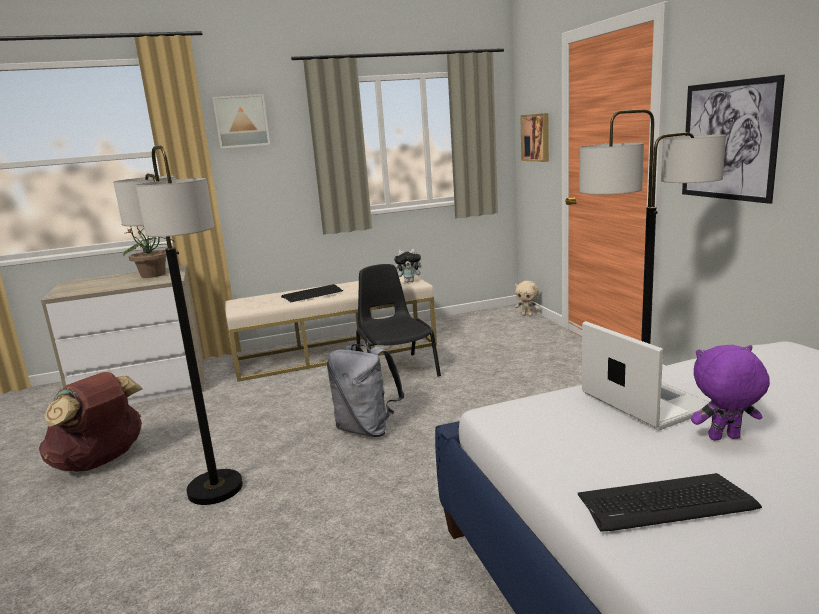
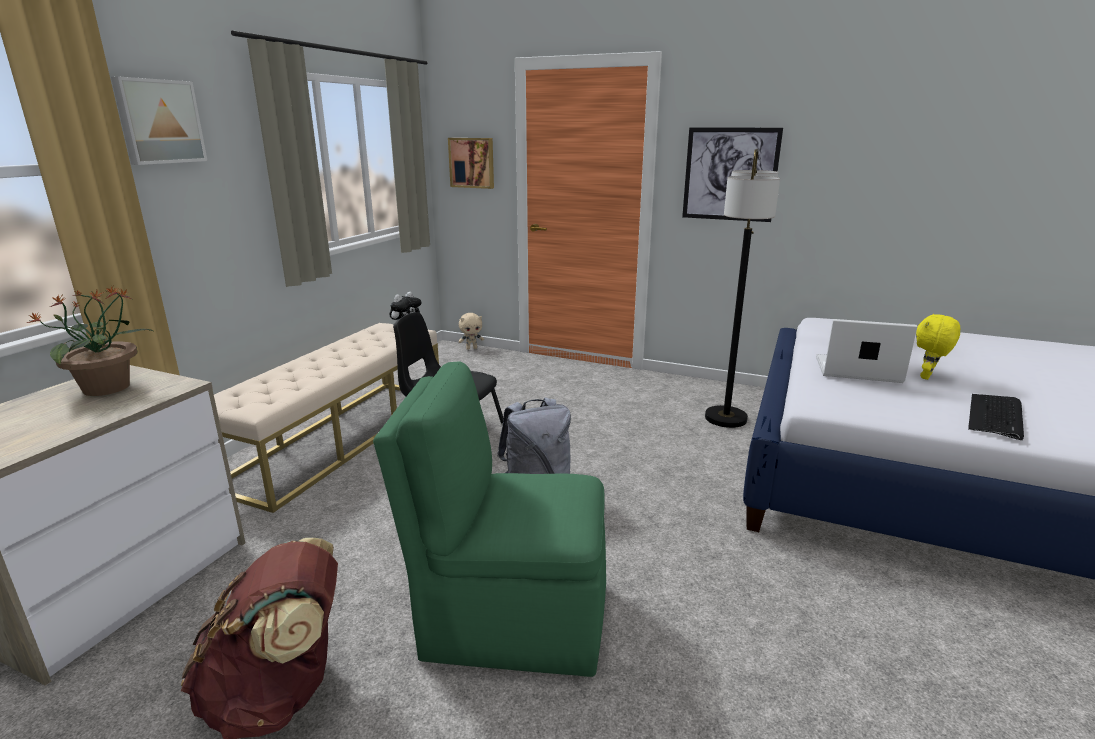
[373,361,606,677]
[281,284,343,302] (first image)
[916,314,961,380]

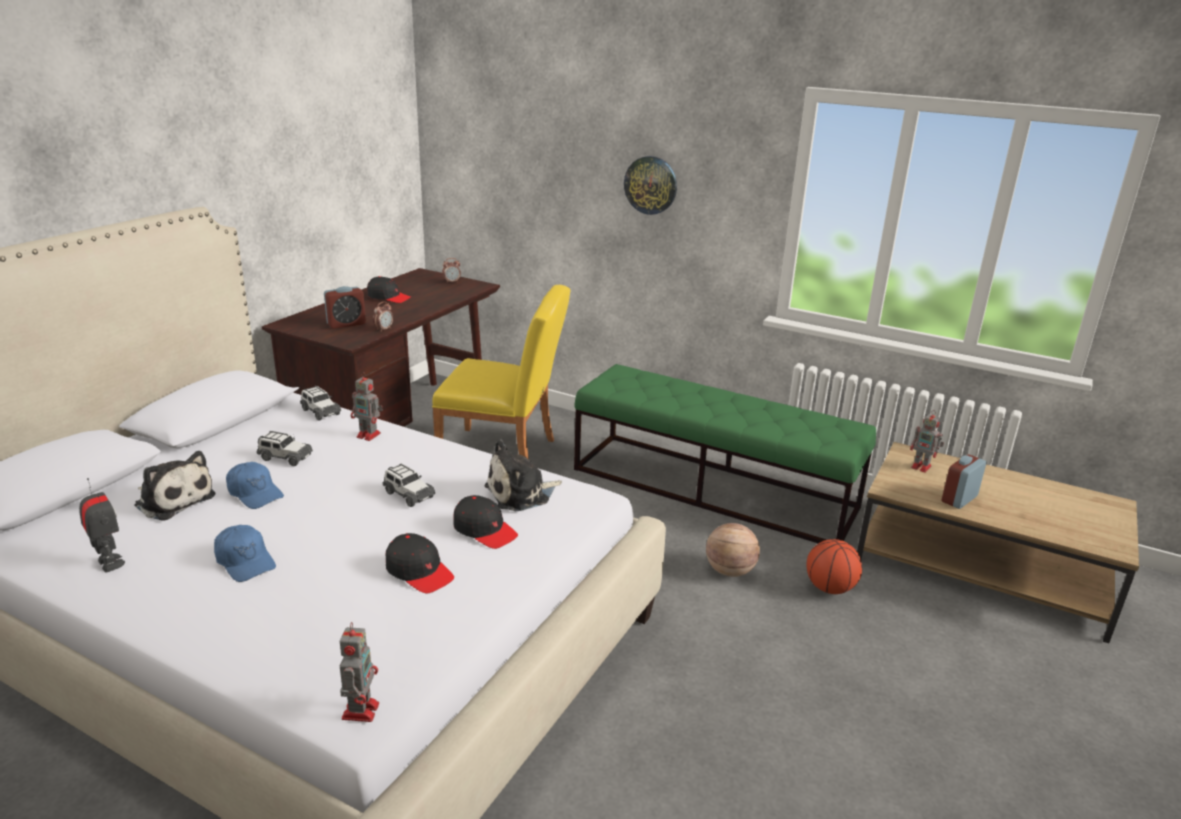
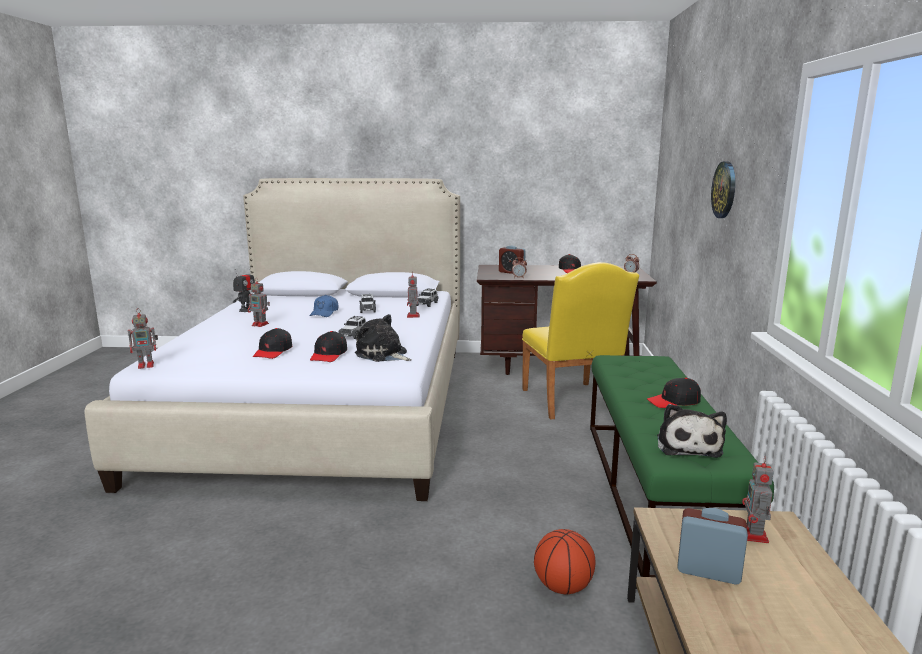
[657,404,727,458]
[248,278,270,327]
[706,523,760,577] (first image)
[647,378,701,408]

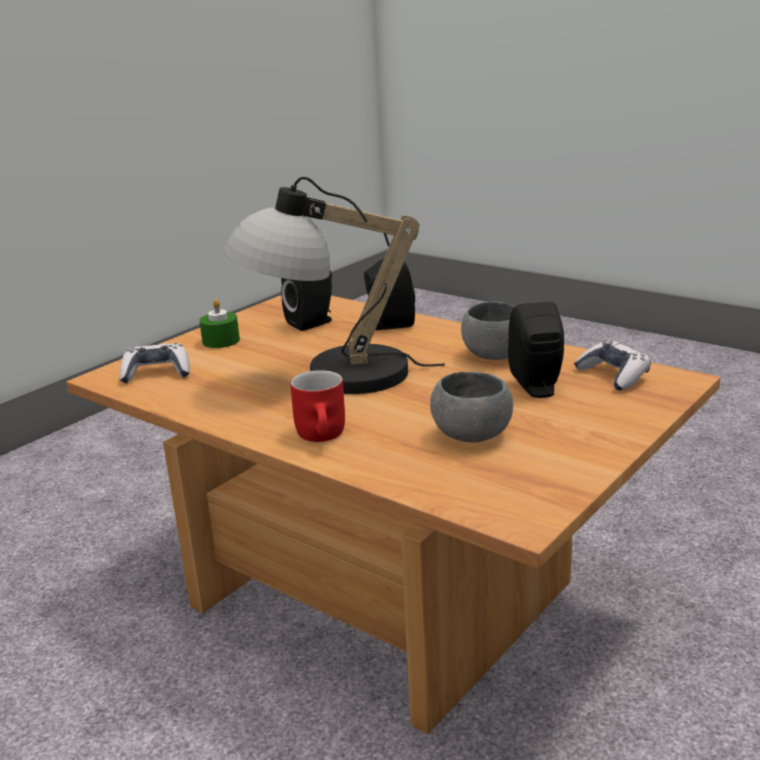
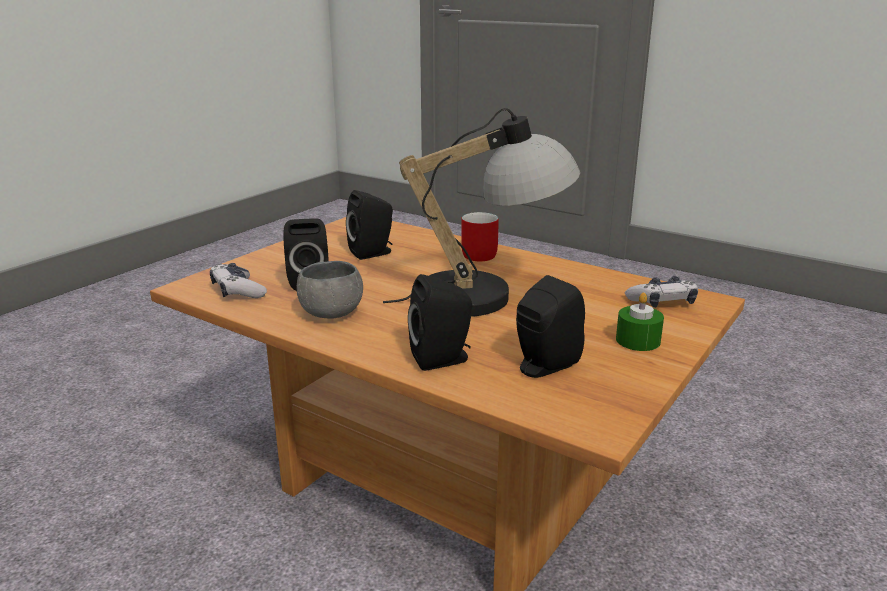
[346,190,393,260]

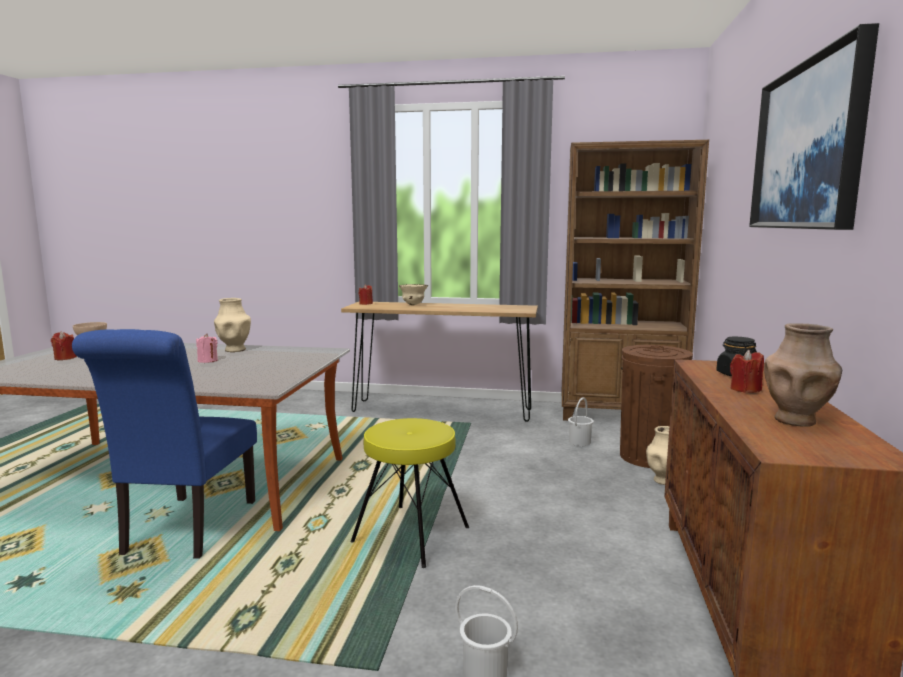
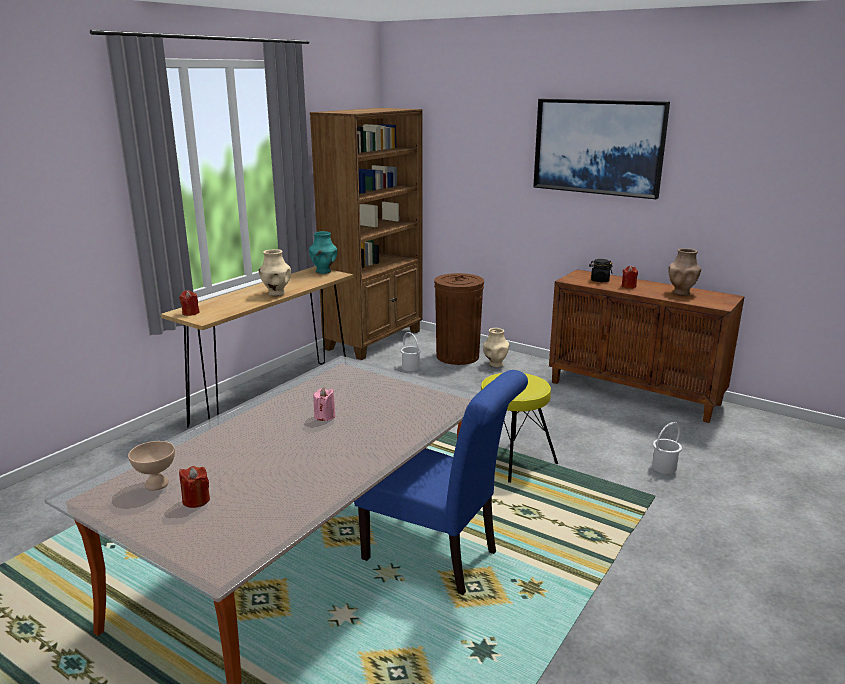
[259,249,291,296]
[399,284,428,305] (first image)
[309,231,337,274]

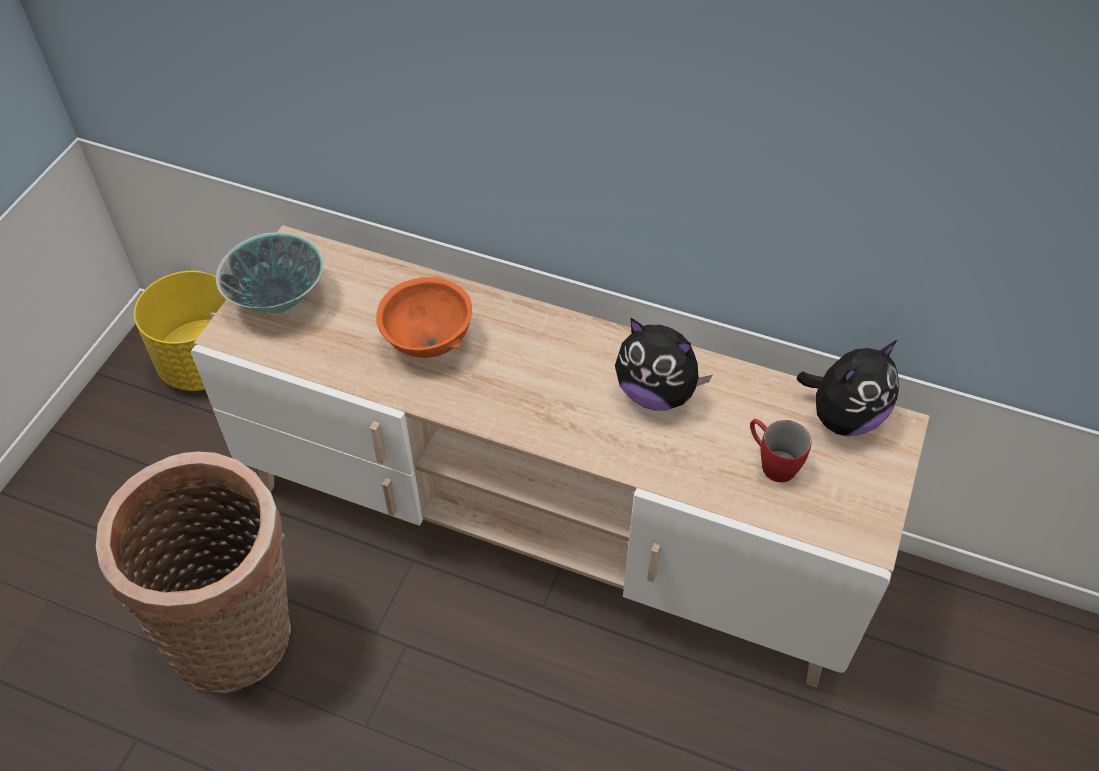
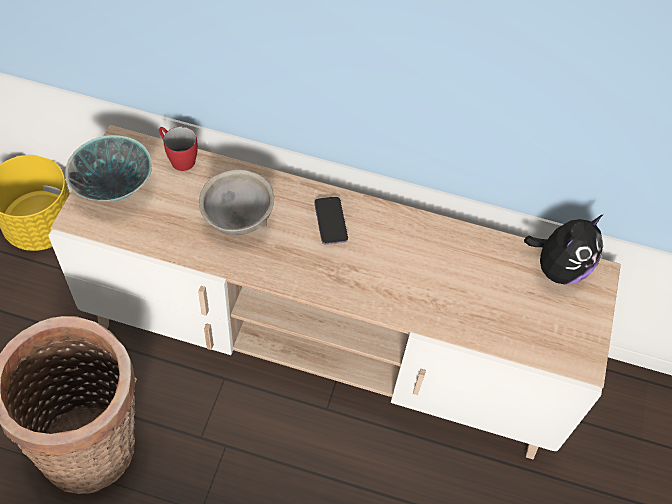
[199,169,274,235]
[615,318,713,411] (first image)
[159,127,198,171]
[314,197,348,245]

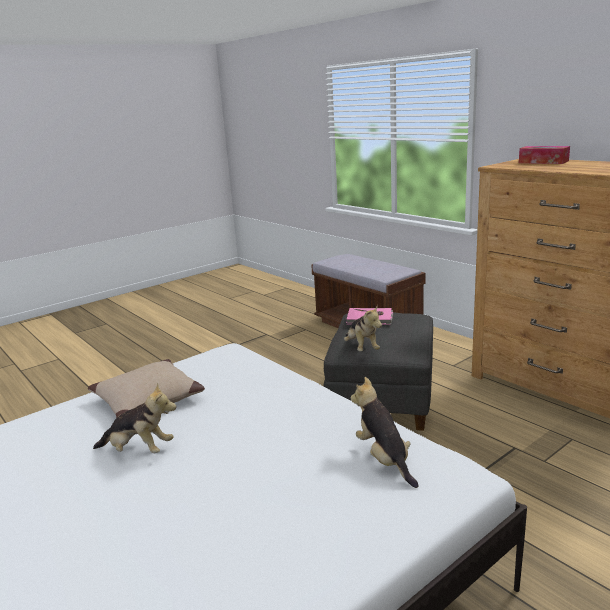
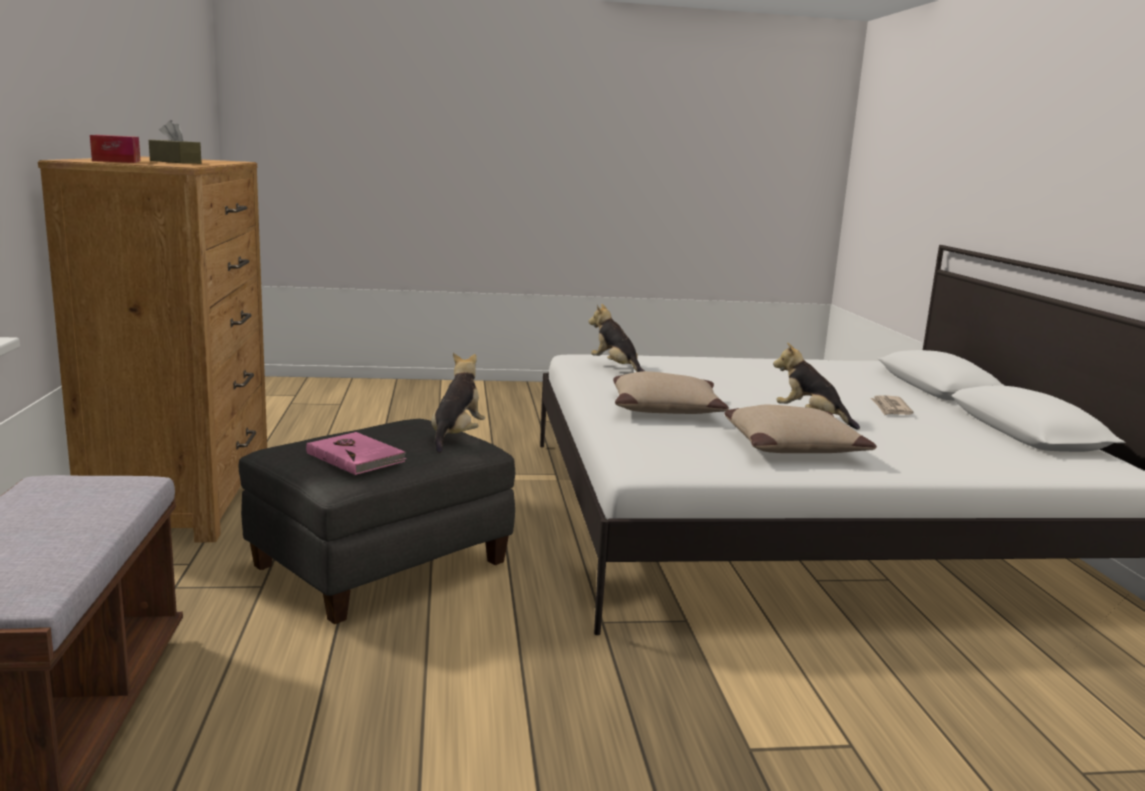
[589,303,644,372]
[149,120,201,164]
[613,371,729,414]
[870,395,914,415]

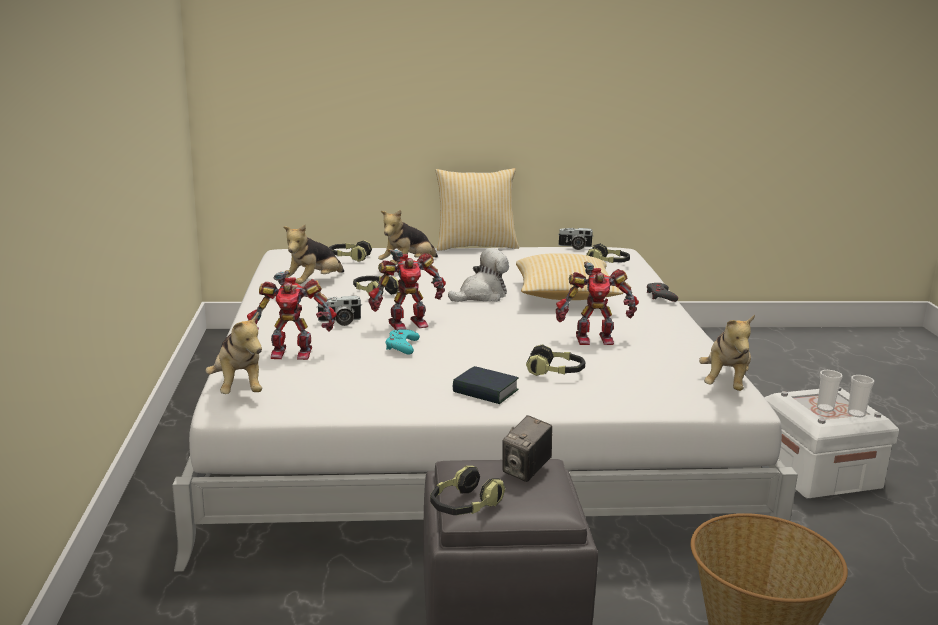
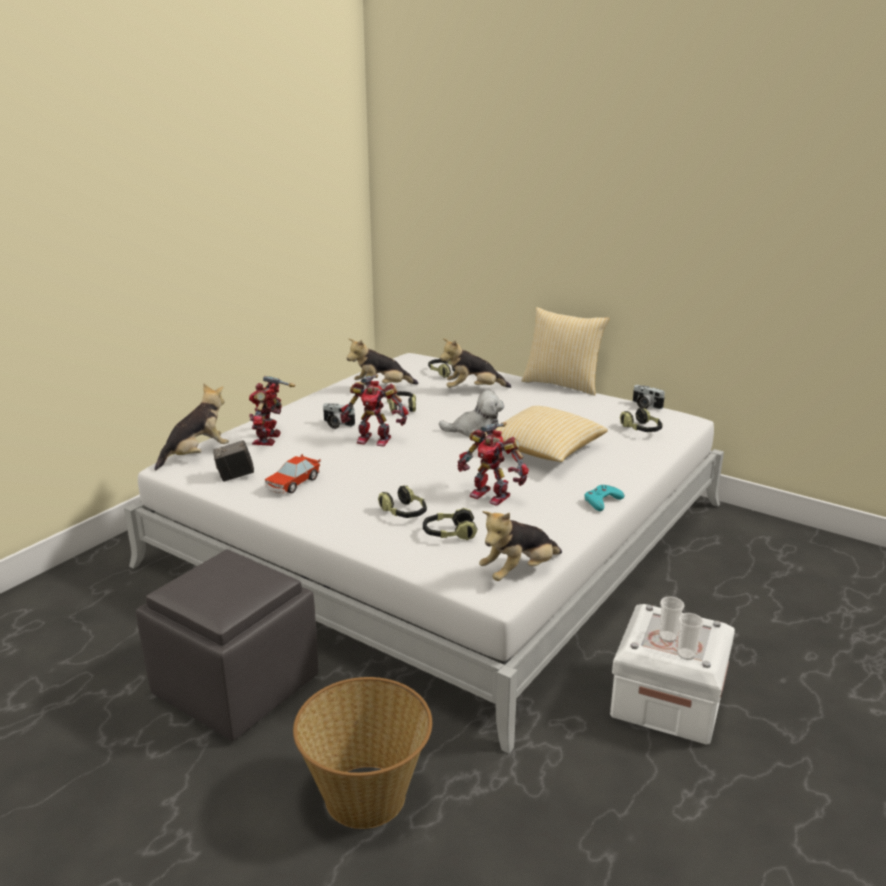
[154,384,229,471]
[249,376,295,446]
[584,485,625,511]
[423,508,477,540]
[453,366,519,404] (first image)
[213,440,254,481]
[647,283,678,302] (first image)
[265,454,321,494]

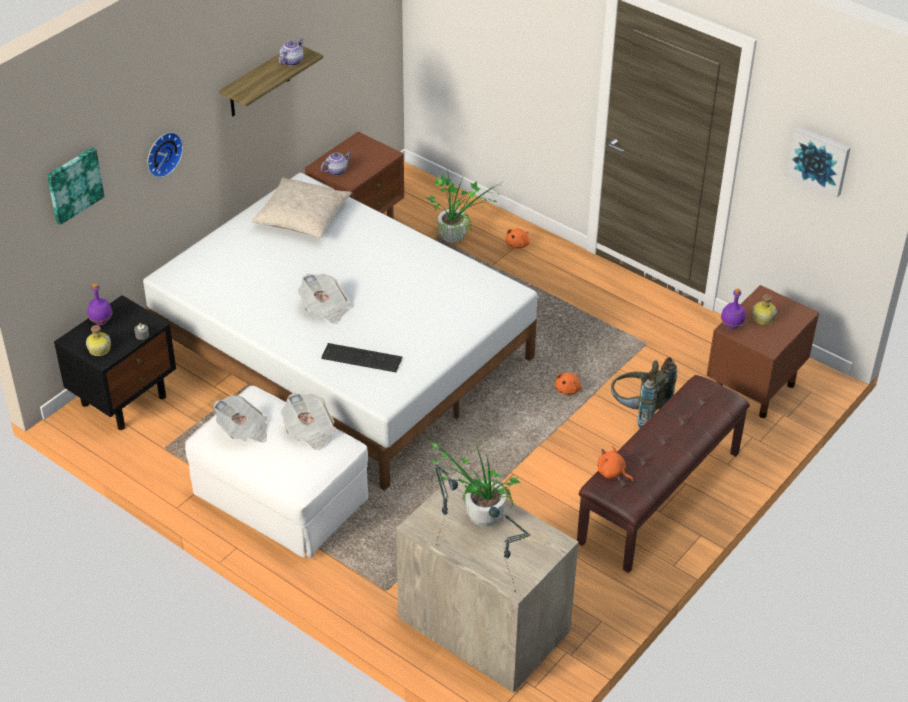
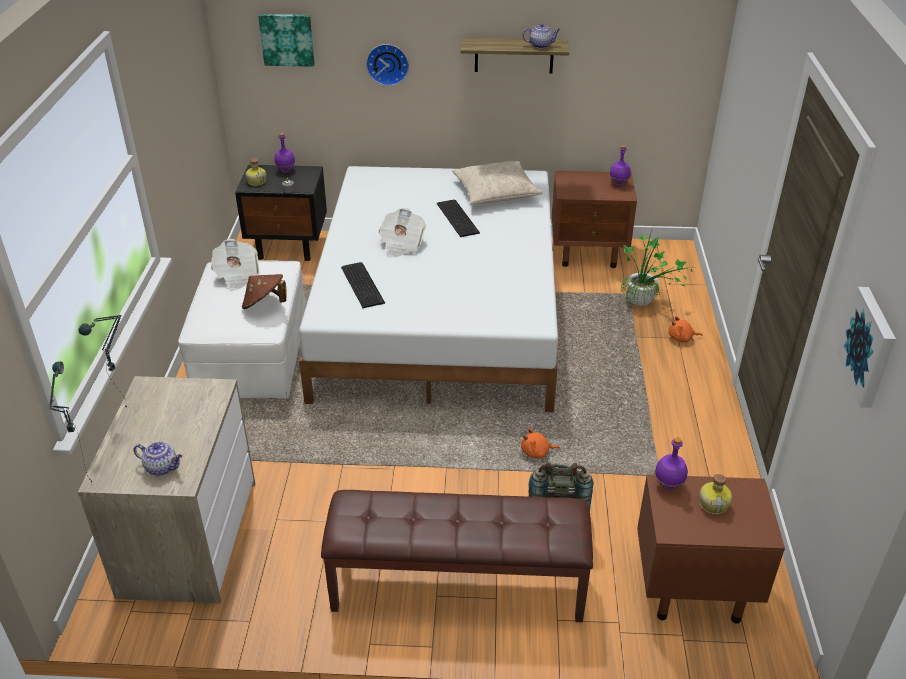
[242,274,287,309]
[133,441,182,476]
[425,434,521,526] (first image)
[597,446,634,482] (first image)
[437,199,480,237]
[609,145,631,186]

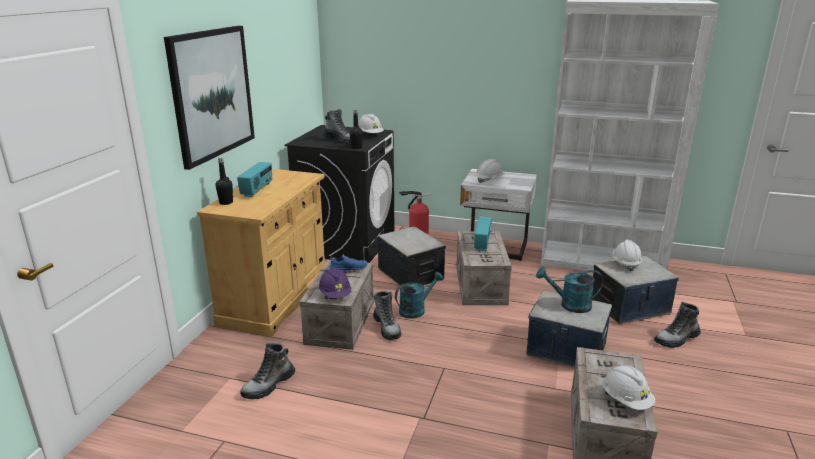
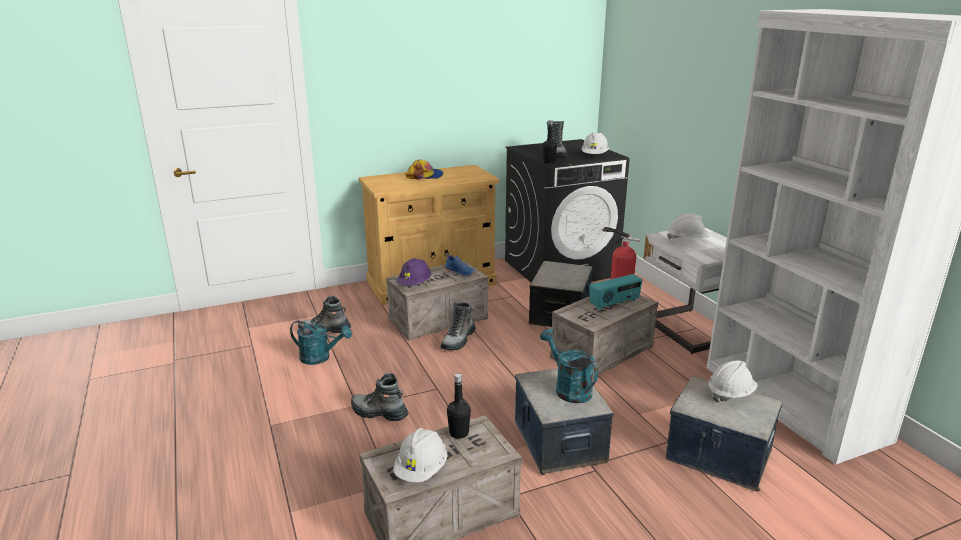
[164,26,255,170] (first image)
[447,373,471,439]
[406,159,443,179]
[290,321,352,365]
[351,373,409,421]

